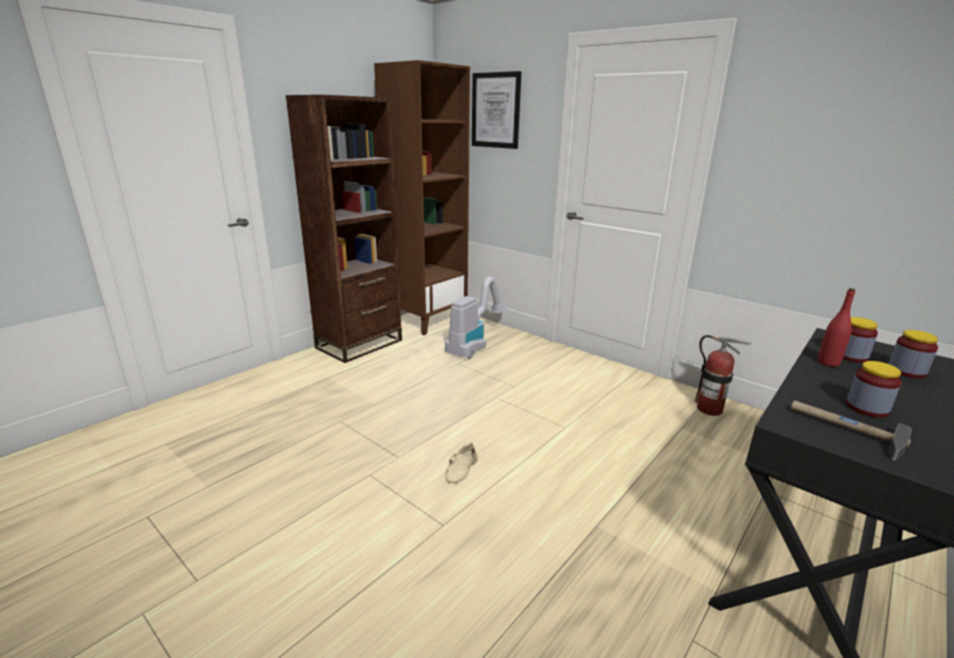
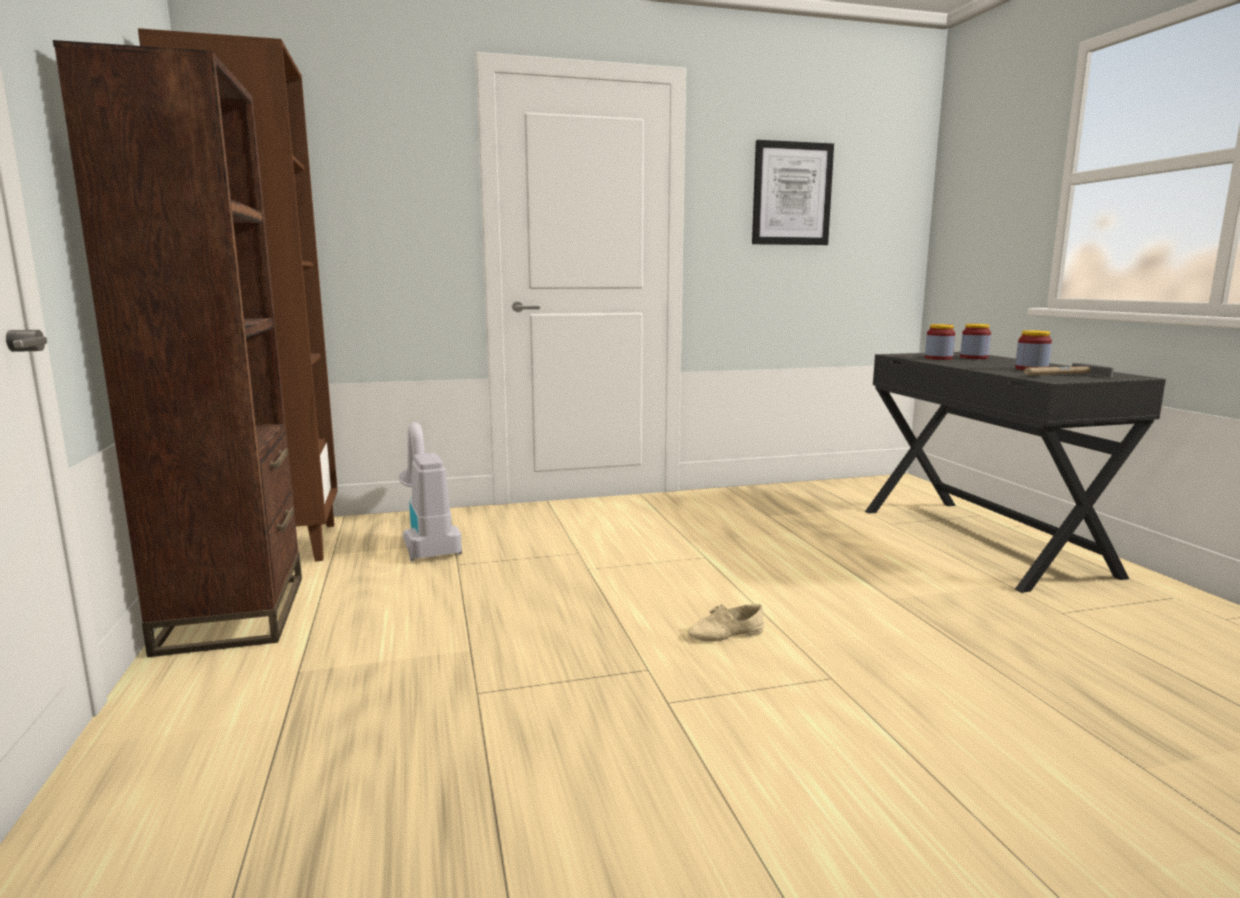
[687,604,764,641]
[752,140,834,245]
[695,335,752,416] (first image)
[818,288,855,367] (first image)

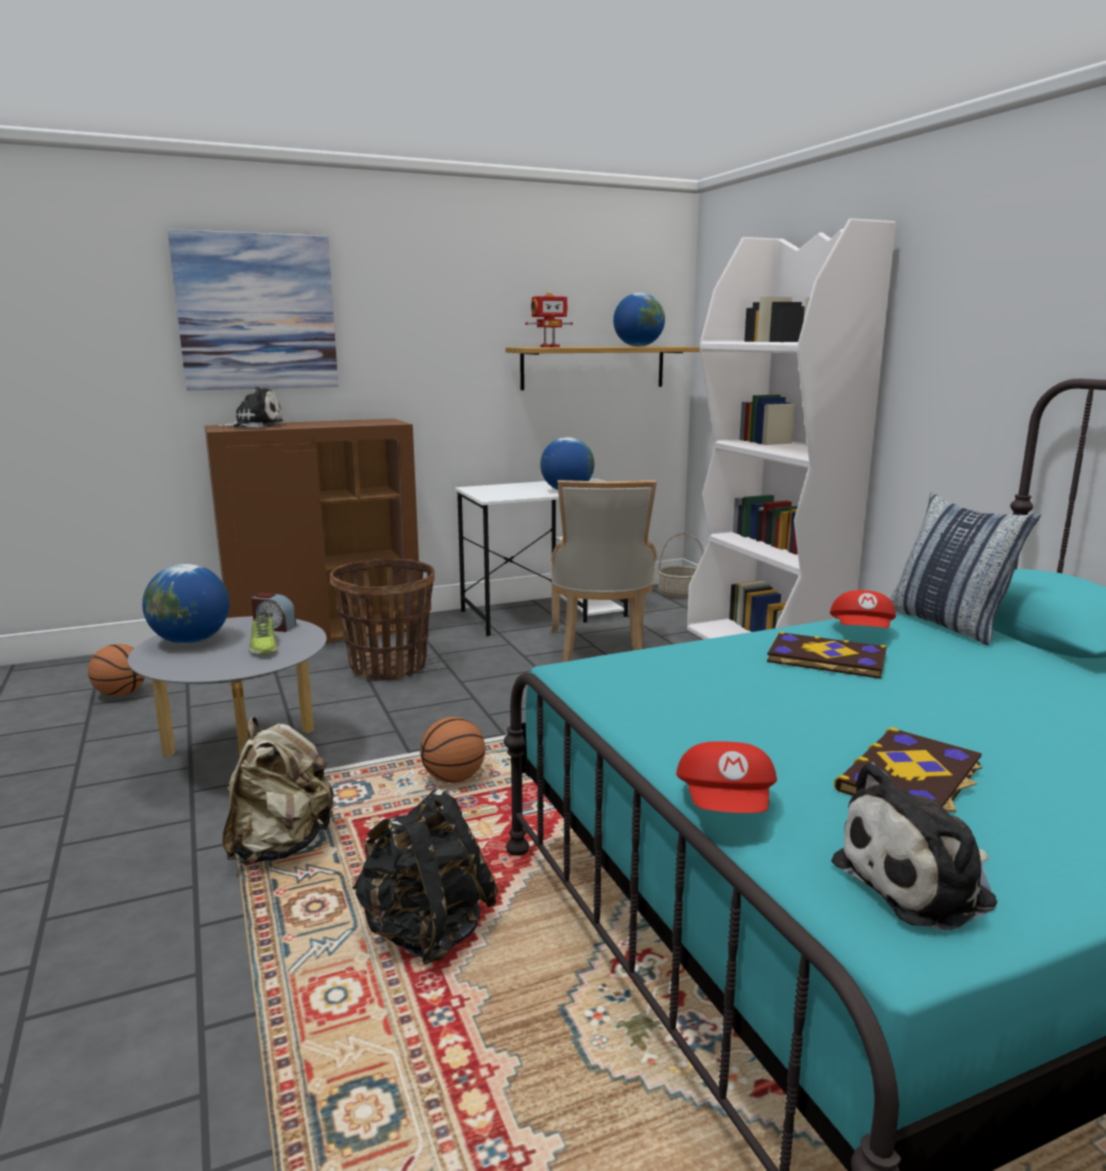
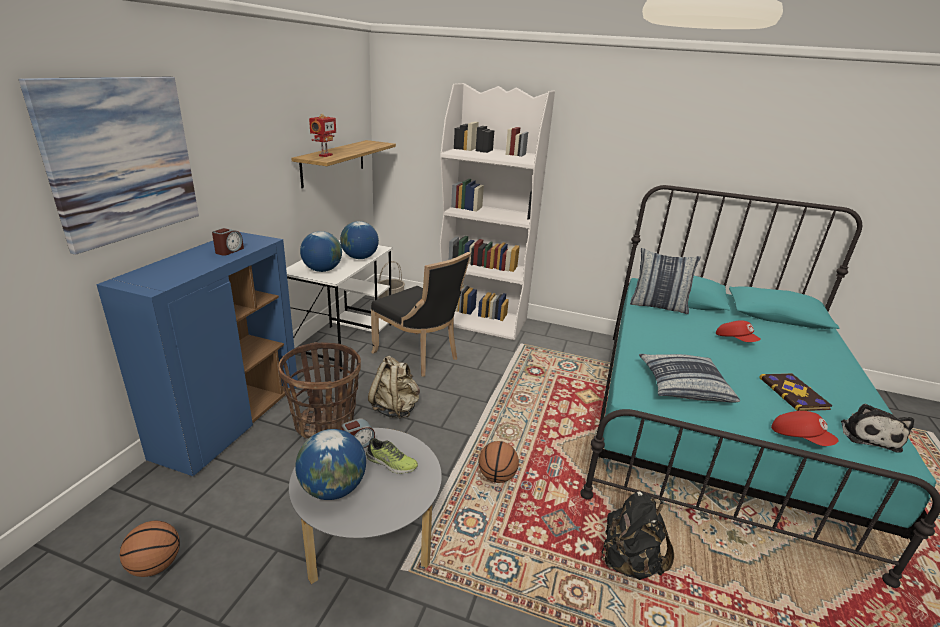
[96,232,298,476]
[217,386,283,428] (first image)
[368,356,420,419]
[371,252,471,377]
[300,231,342,272]
[767,631,887,679] (first image)
[716,320,761,342]
[212,228,244,256]
[639,354,740,403]

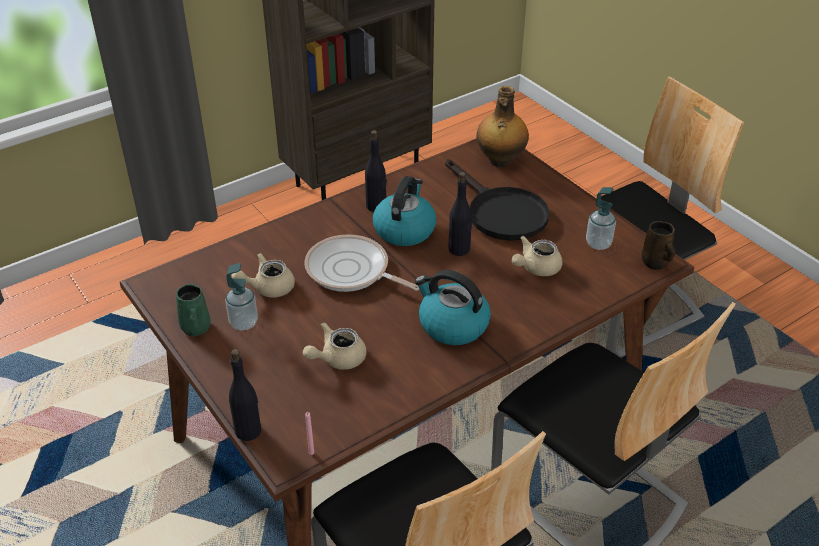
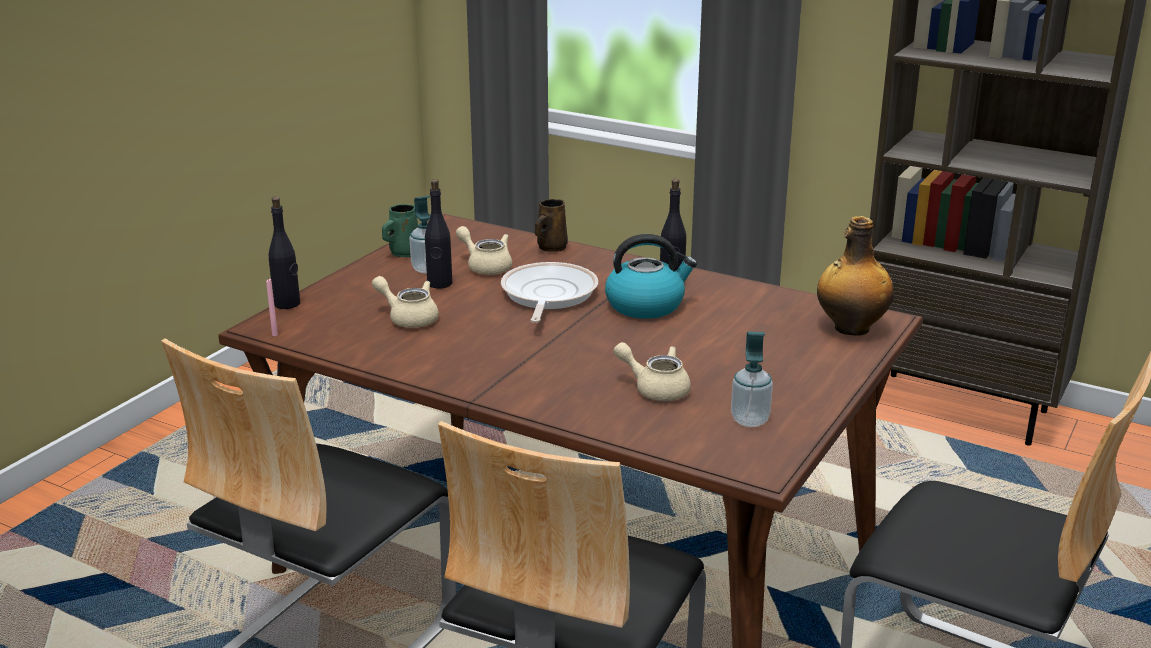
[415,270,491,345] (first image)
[445,159,549,241] (first image)
[425,179,452,289]
[535,199,568,252]

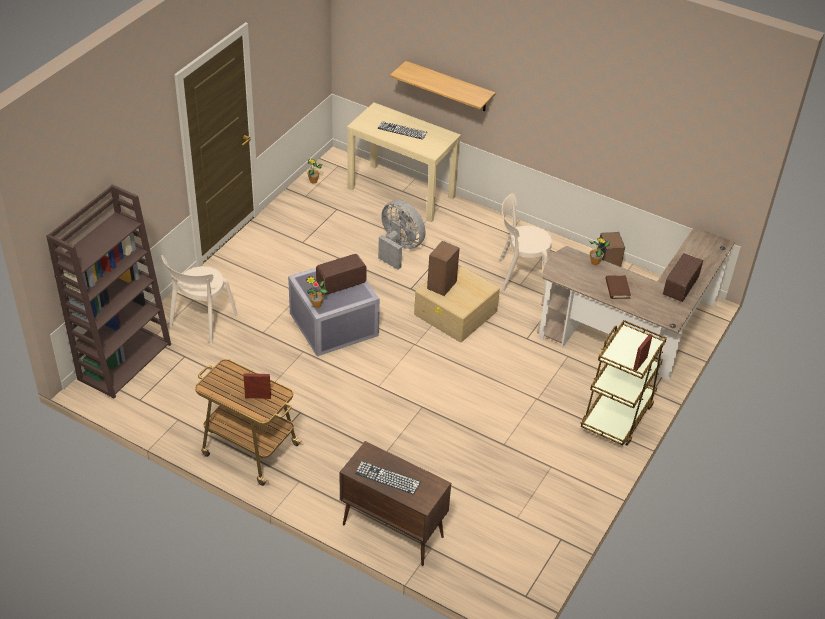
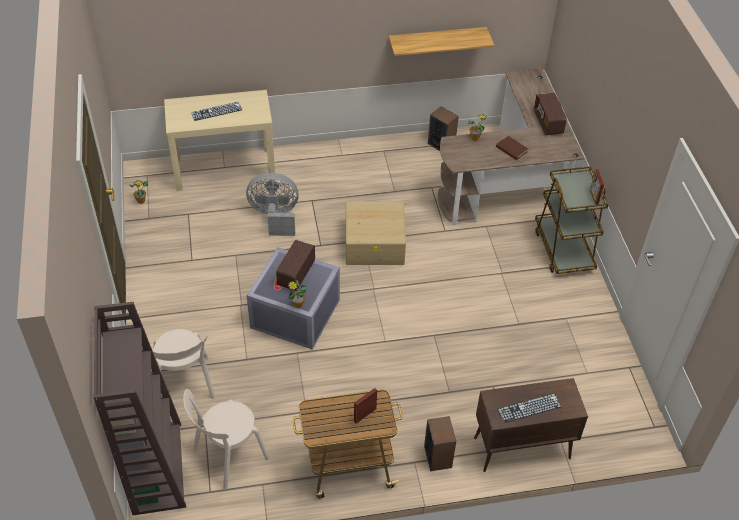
[389,27,494,56]
[424,416,456,471]
[183,389,269,490]

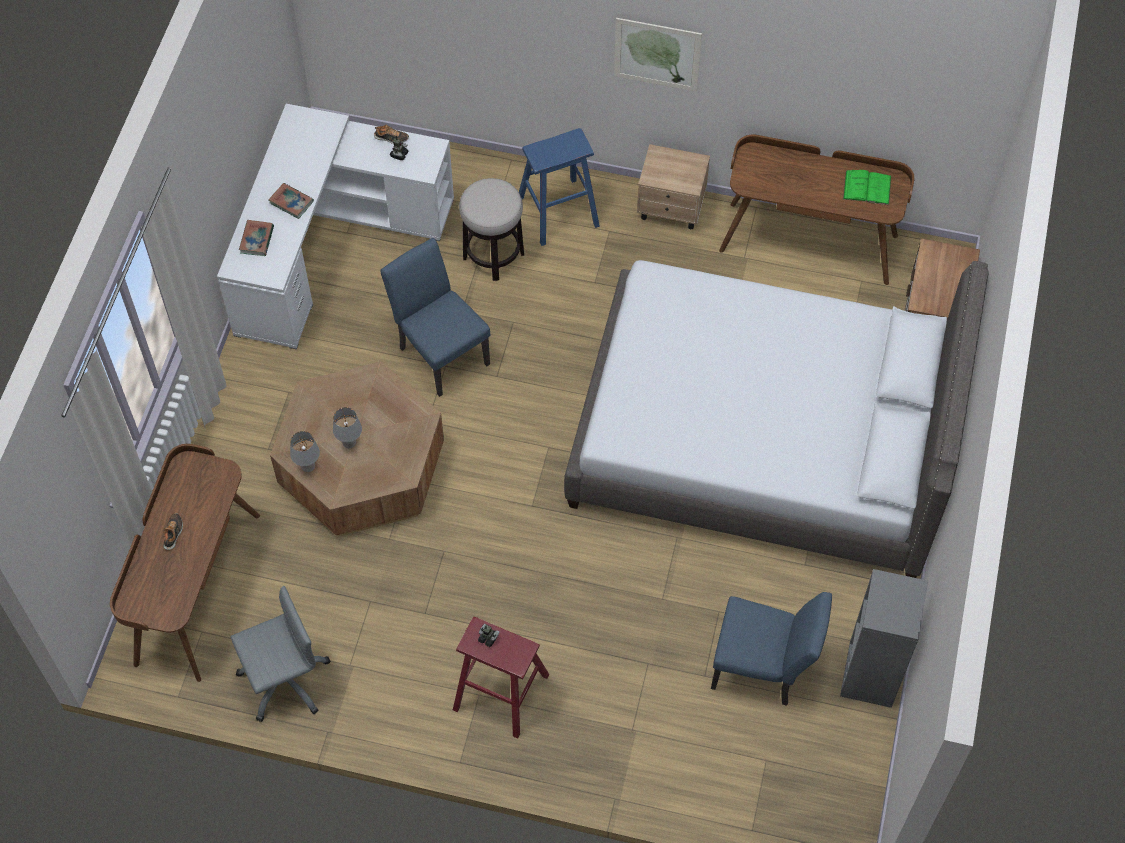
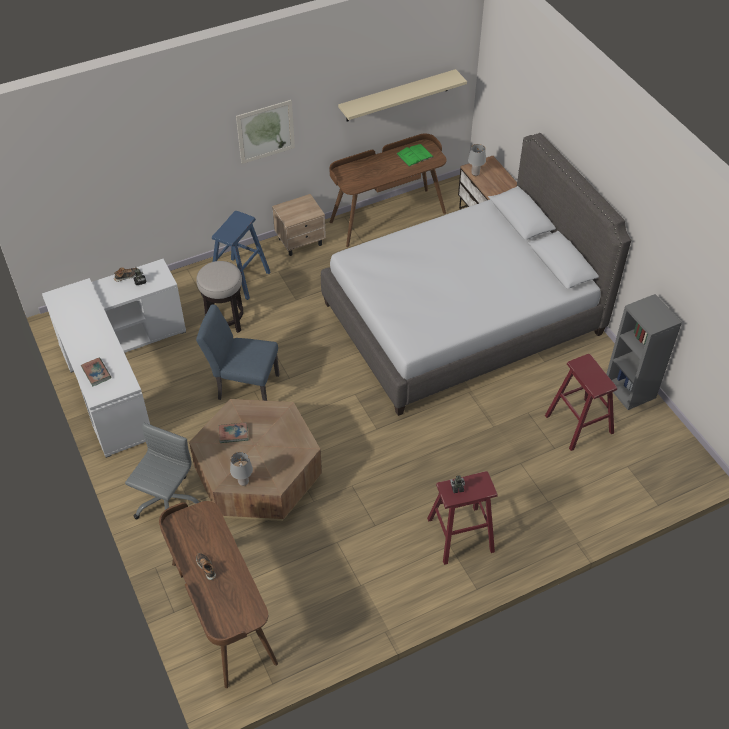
[125,423,199,519]
[219,422,248,443]
[468,144,486,176]
[545,354,617,451]
[338,69,467,122]

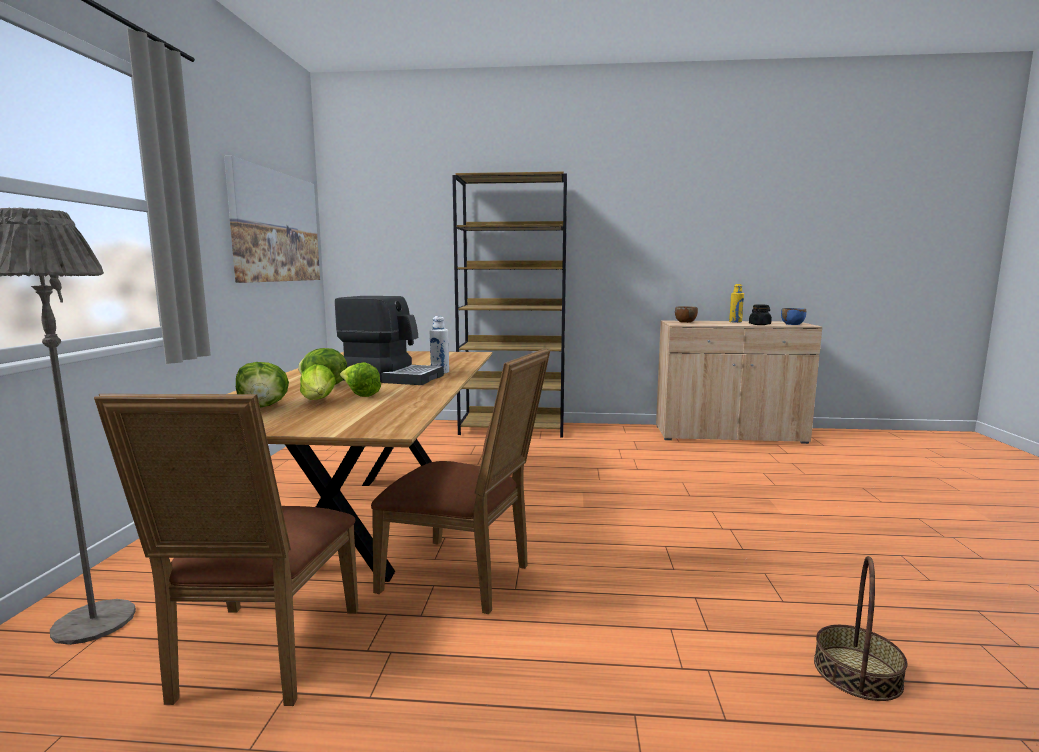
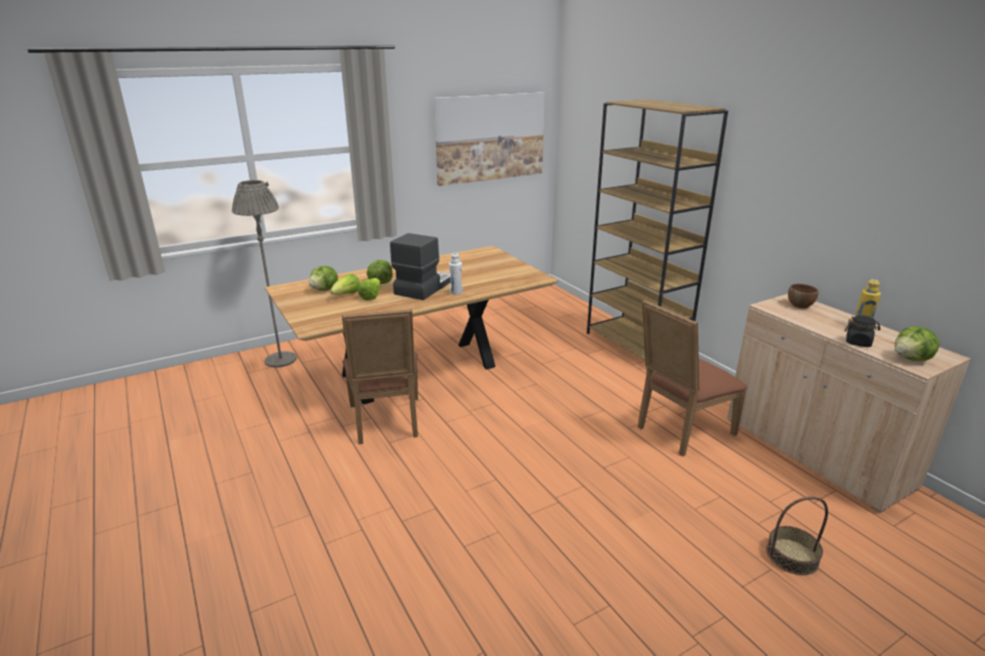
[638,300,747,457]
[390,233,451,300]
[895,326,940,361]
[766,496,828,575]

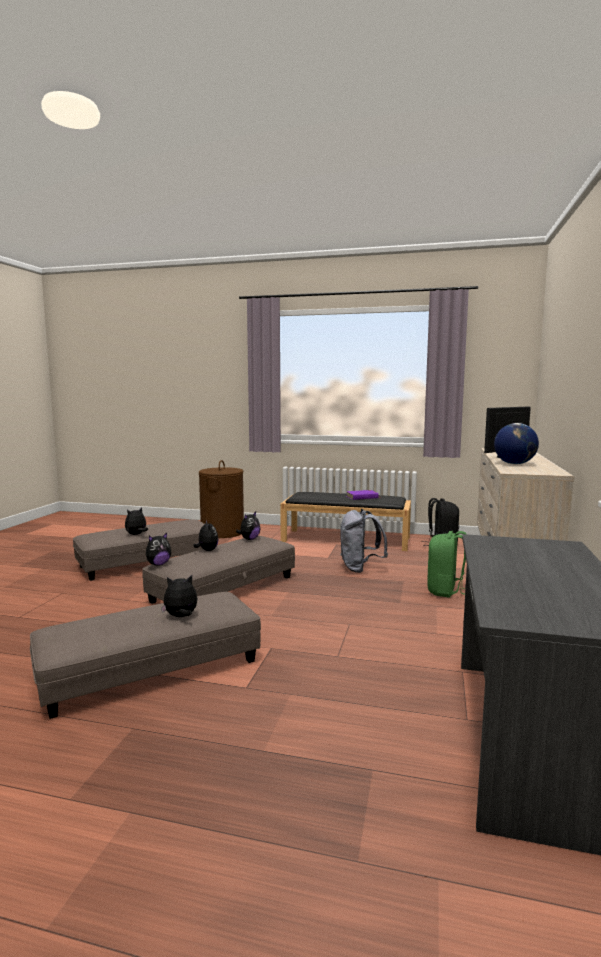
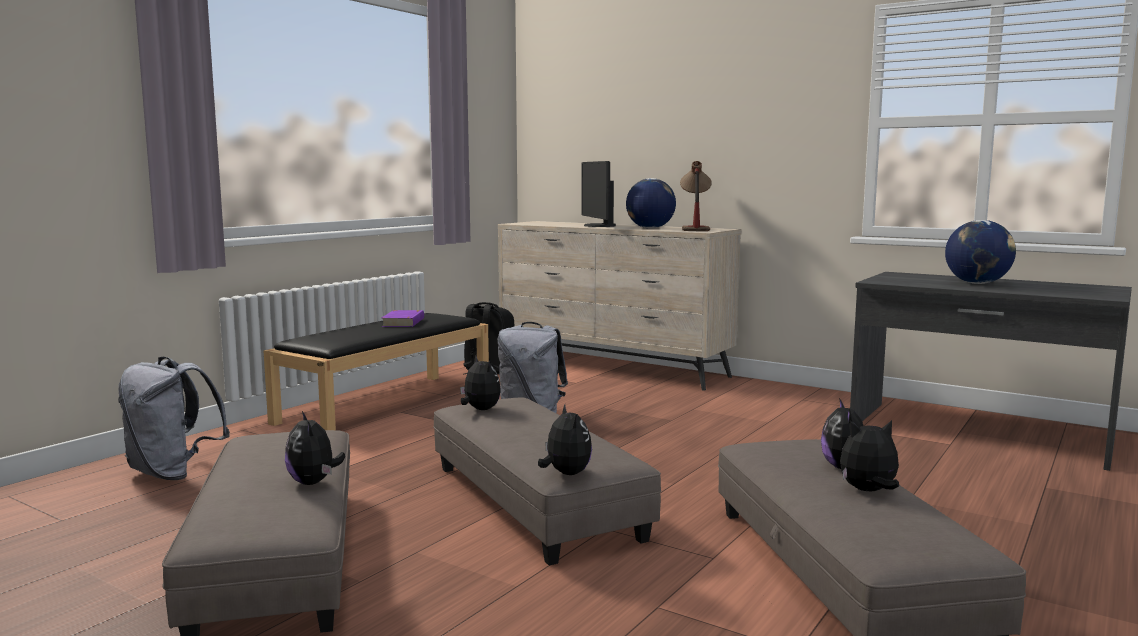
[840,420,899,491]
[118,357,230,480]
[427,531,466,598] (first image)
[680,161,712,231]
[945,220,1016,284]

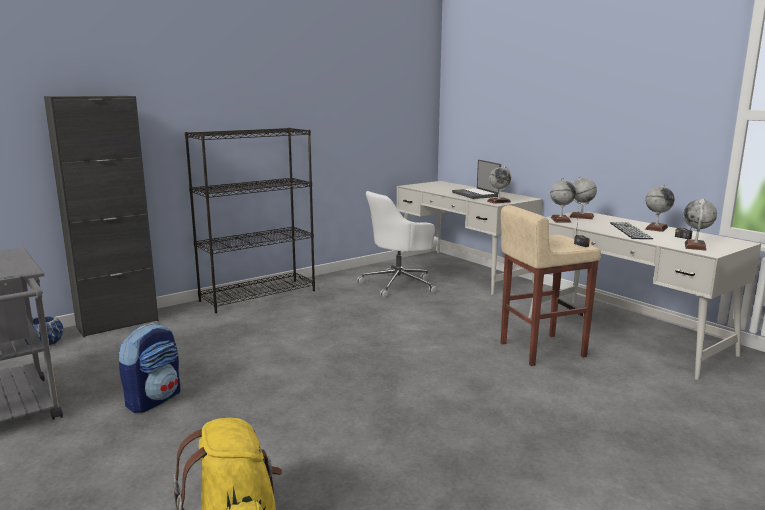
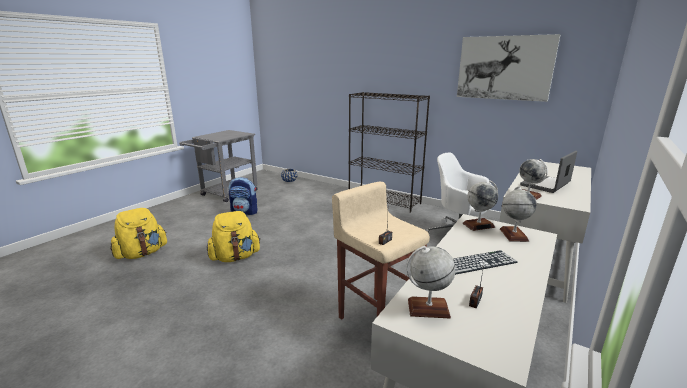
[44,96,159,337] (first image)
[645,184,675,232] (first image)
[207,211,261,262]
[457,34,561,102]

